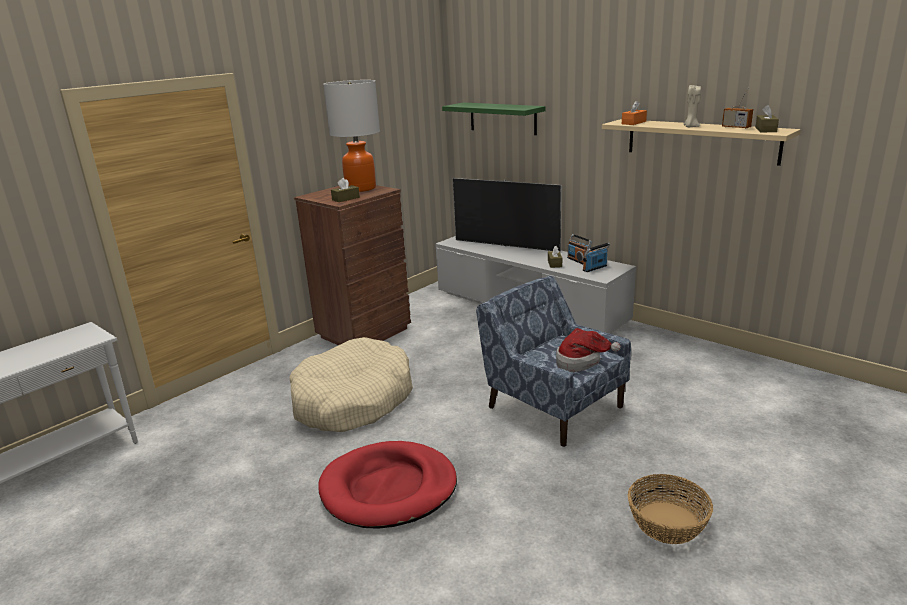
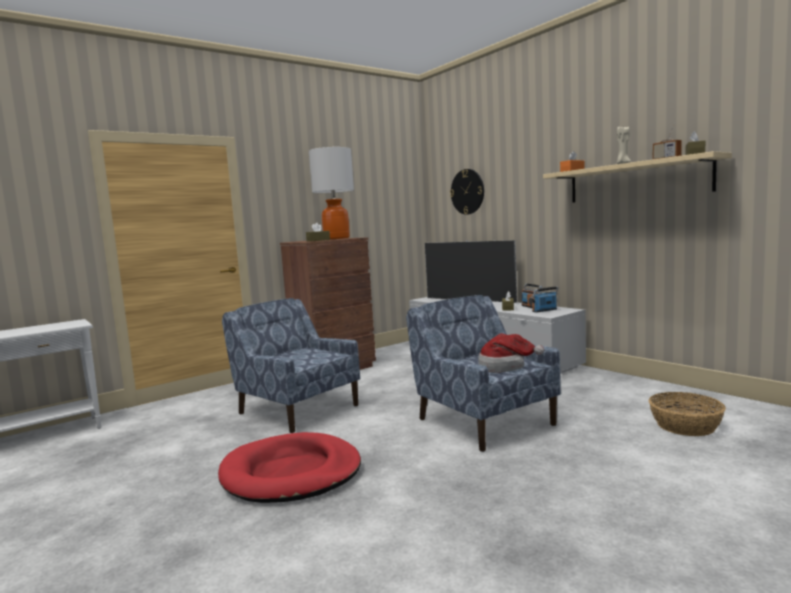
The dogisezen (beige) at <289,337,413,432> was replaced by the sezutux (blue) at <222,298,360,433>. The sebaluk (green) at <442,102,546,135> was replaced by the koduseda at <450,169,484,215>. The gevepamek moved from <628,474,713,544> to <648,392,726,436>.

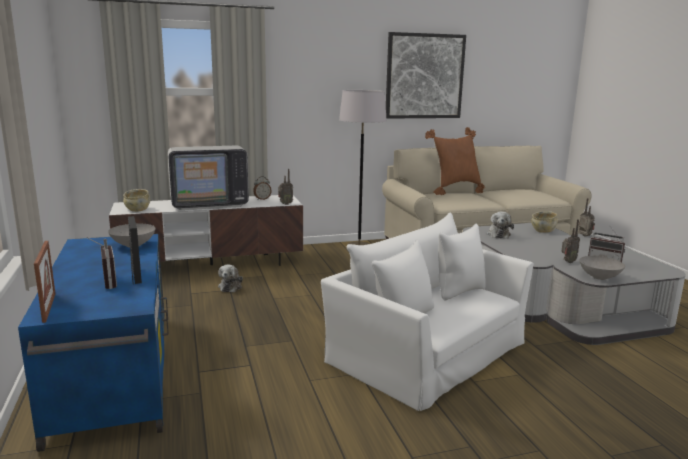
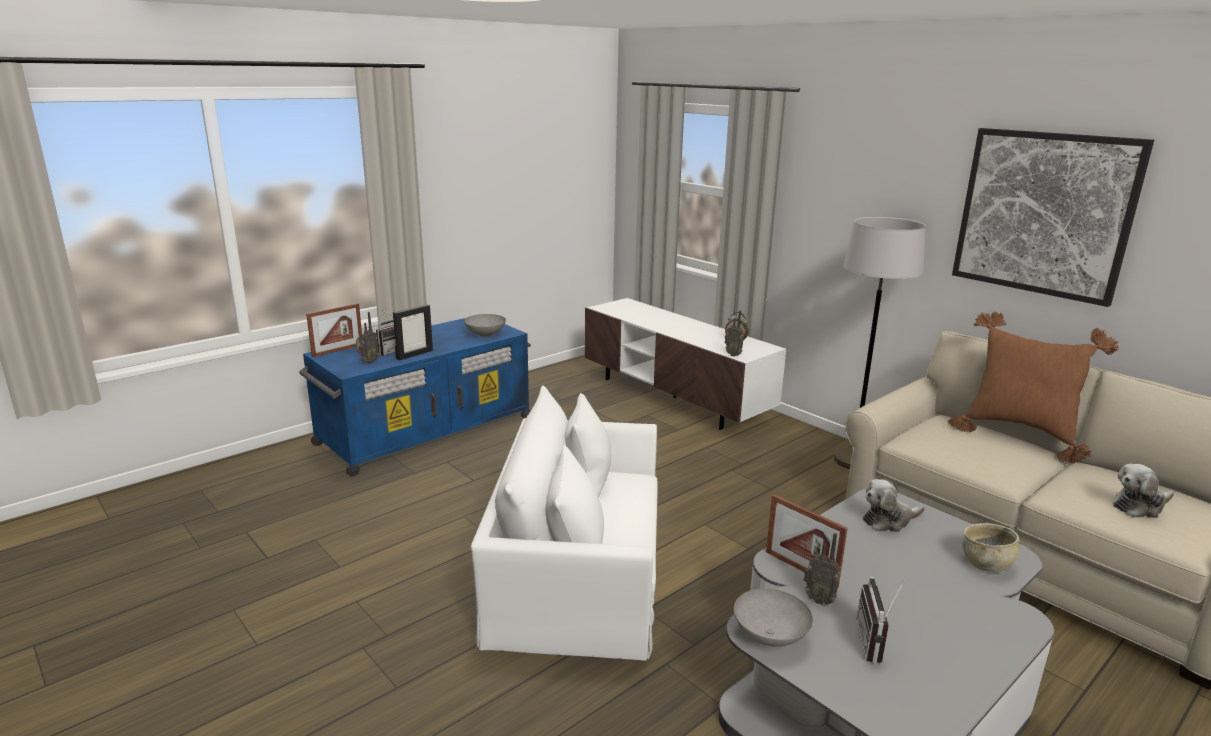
The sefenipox moved from <579,198,595,237> to <356,312,379,364>. The sezutux (white) at <321,213,534,411> turned 105 degrees counterclockwise. The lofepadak at <766,494,848,588> appeared. The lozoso moved from <218,264,243,292> to <1112,464,1174,518>. The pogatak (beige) at <123,189,150,212> disappeared. The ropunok at <168,146,249,210> disappeared.

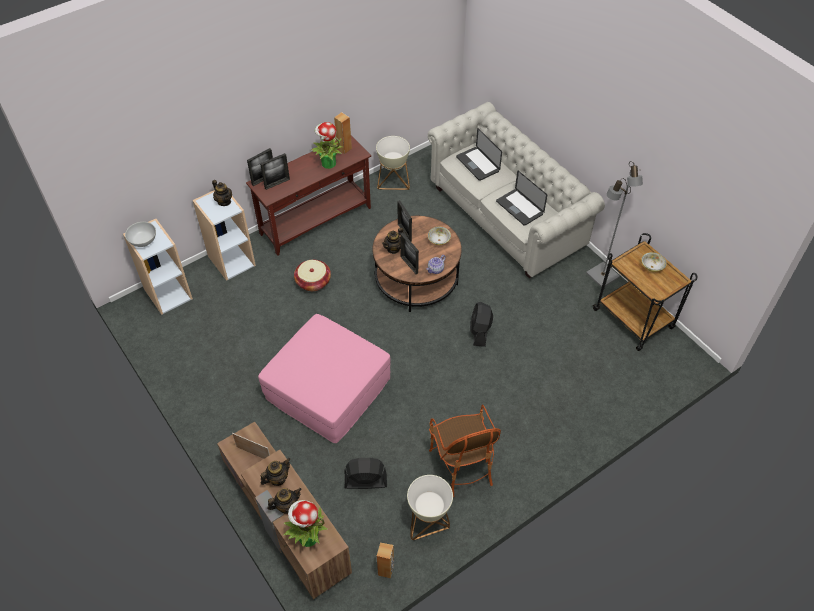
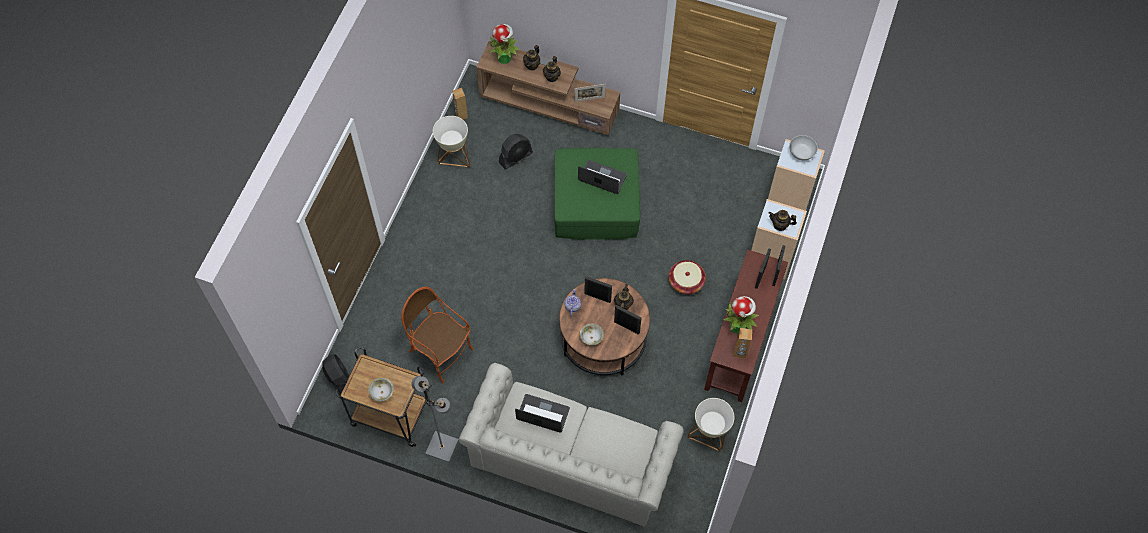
The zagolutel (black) moved from <470,302,493,347> to <323,354,349,396>. The sezutux moved from <429,404,501,497> to <401,287,474,383>. The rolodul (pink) at <258,314,390,443> became the rolodul (green) at <554,148,640,240>. The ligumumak moved from <456,128,502,181> to <578,160,627,194>.

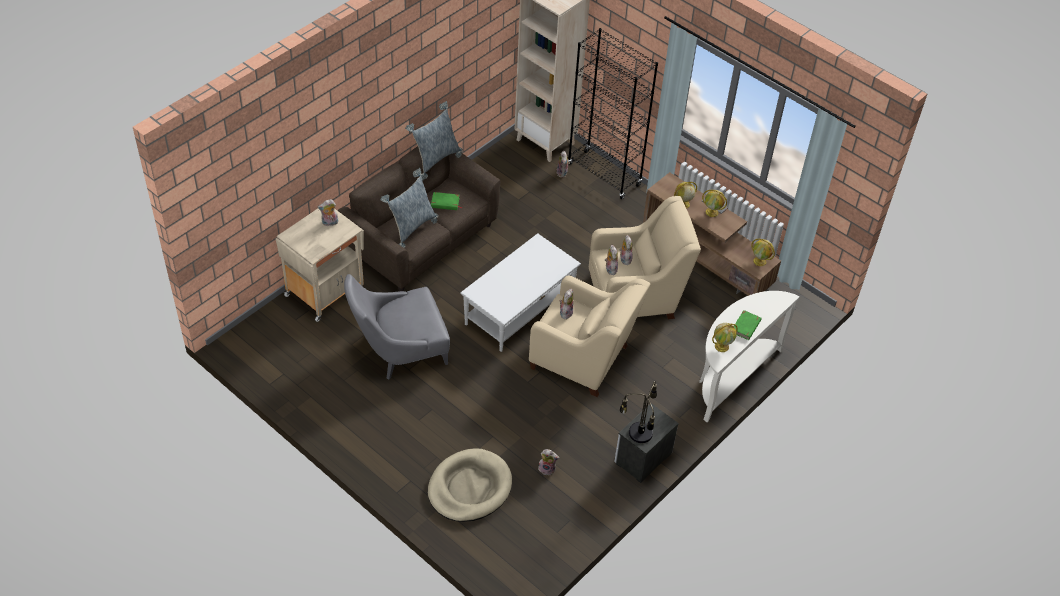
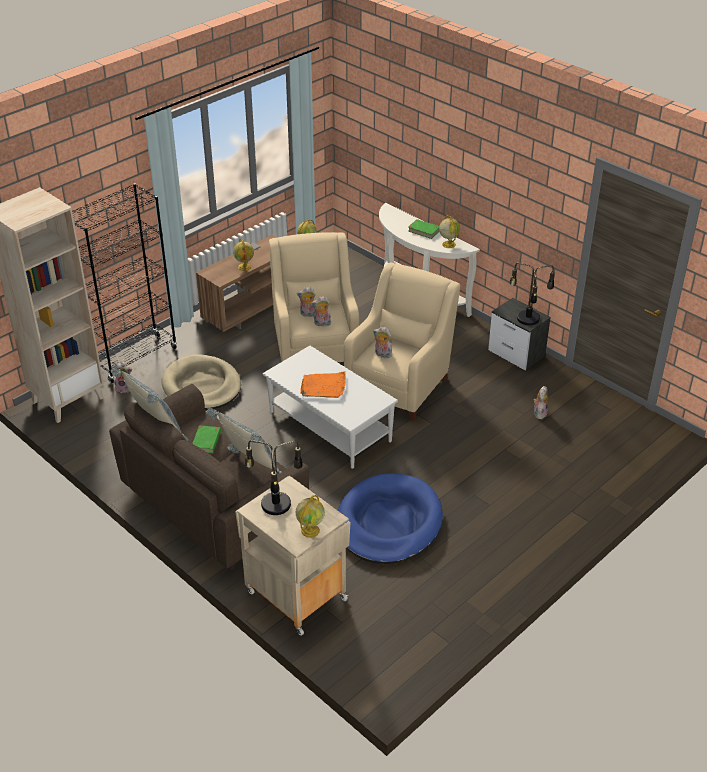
The dogisezen (beige) moved from <428,448,512,522> to <162,354,241,410>. The lozoso at <317,199,339,226> was replaced by the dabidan at <245,440,303,515>. The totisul moved from <702,190,727,217> to <296,495,325,538>. The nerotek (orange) at <300,371,346,398> appeared. The sezutux (grey) at <344,274,450,379> was replaced by the dogisezen (blue) at <338,473,443,564>.

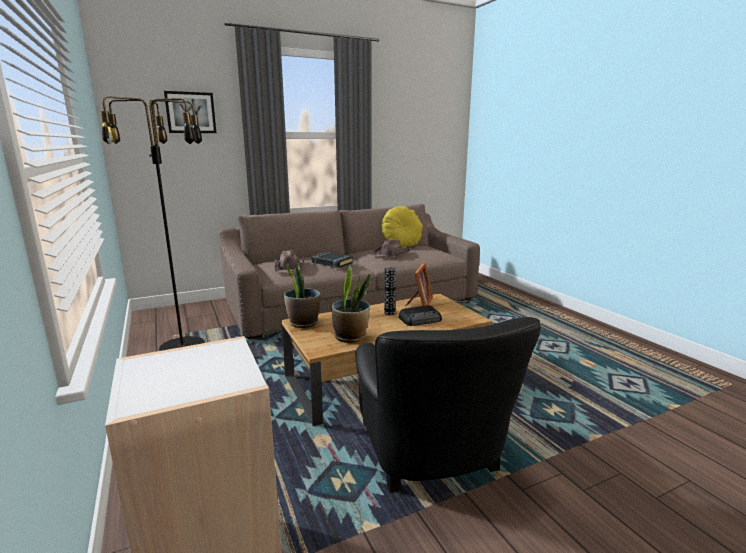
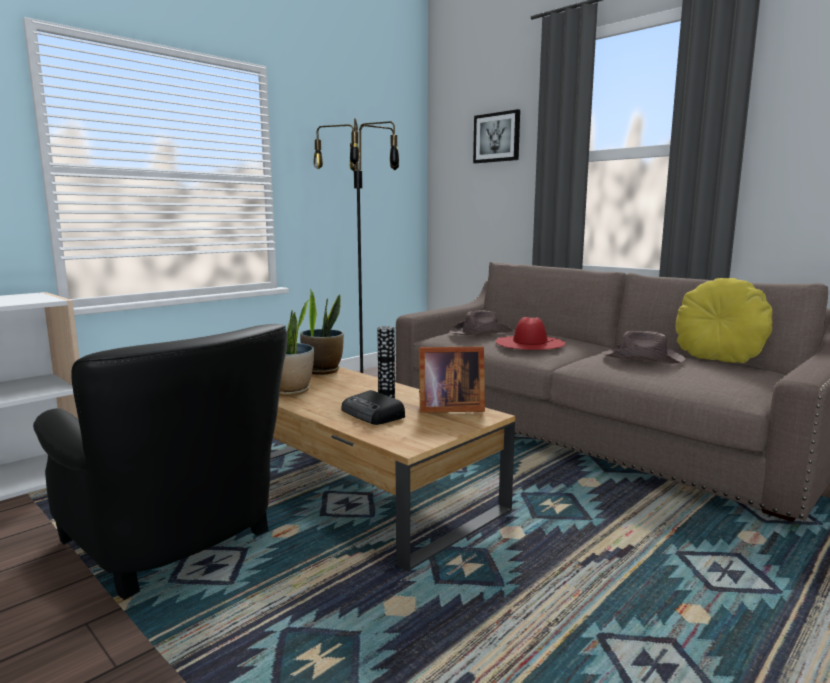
The sezutux (black) at <355,317,541,493> turned 105 degrees counterclockwise. The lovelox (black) at <311,252,353,268> was replaced by the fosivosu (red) at <496,317,565,350>.

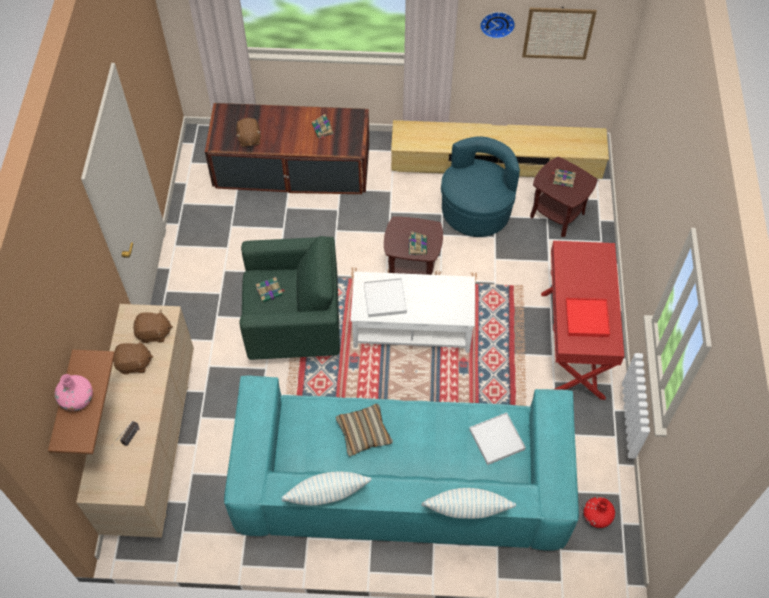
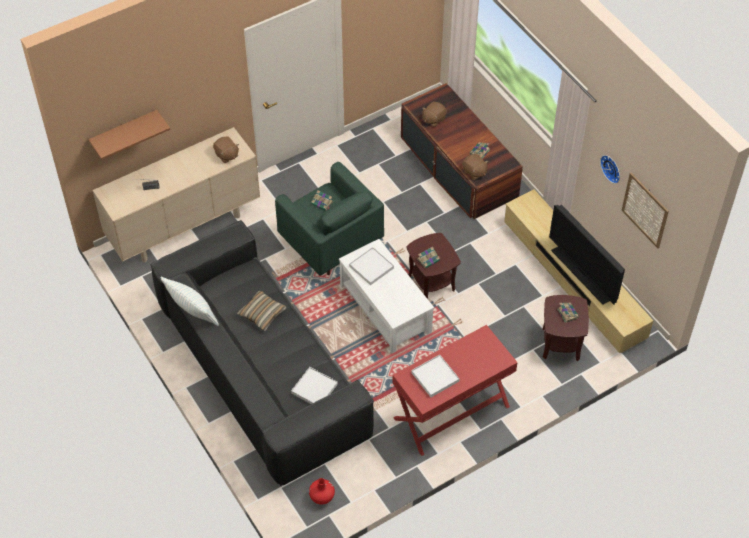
The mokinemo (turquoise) at <224,375,579,551> became the mokinemo (black) at <150,220,374,486>. The nerotek (red) at <565,298,610,337> became the nerotek (white) at <411,355,459,397>. The lozoso (brown) moved from <113,339,153,374> to <462,154,488,180>. The ropunok at <549,205,625,305> appeared. The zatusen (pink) at <55,374,93,411> disappeared. The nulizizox at <421,488,516,519> disappeared. The sezutux (turquoise) at <441,136,520,237> disappeared.

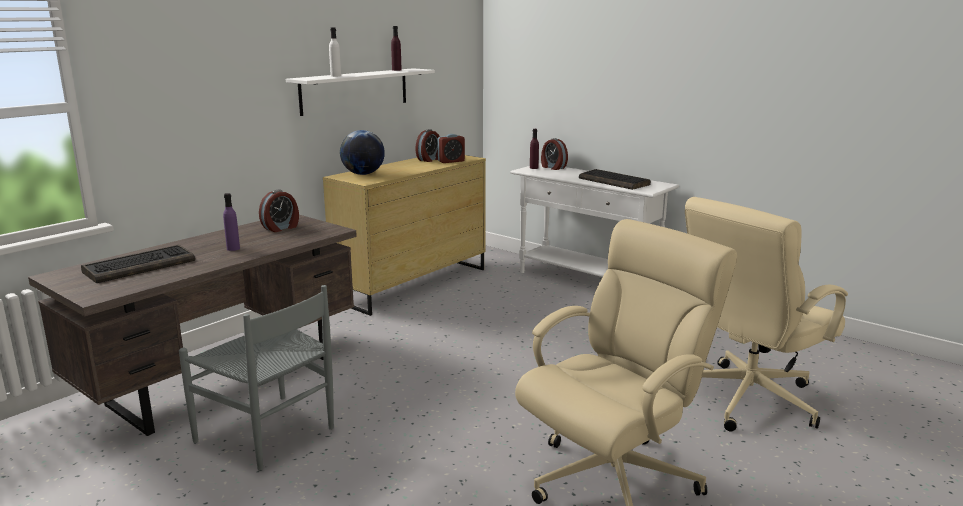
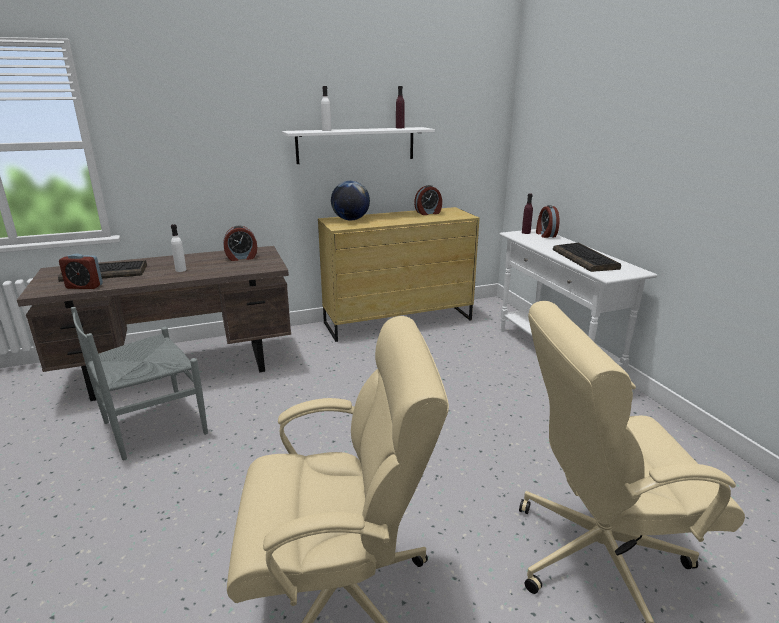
The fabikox moved from <438,134,465,163> to <59,254,103,289>. The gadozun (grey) at <179,285,334,470> turned 75 degrees clockwise. The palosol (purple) at <223,193,240,251> became the palosol (white) at <171,224,186,272>.

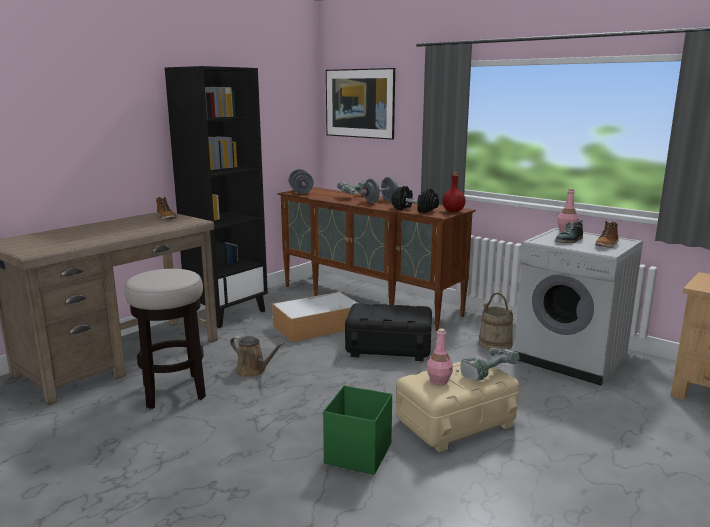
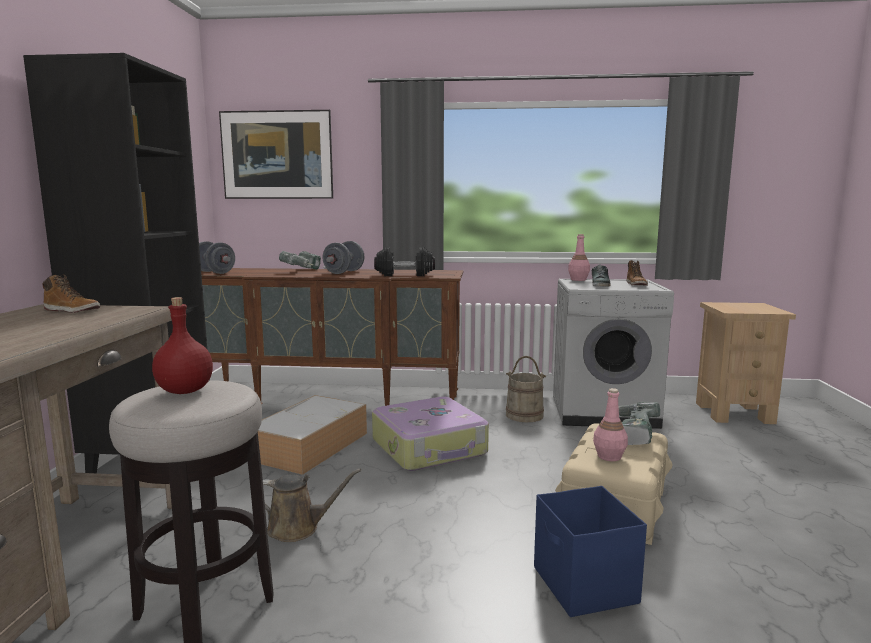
The palosol (red) moved from <443,172,466,212> to <152,297,213,394>. The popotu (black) at <345,303,432,361> was replaced by the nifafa at <372,397,489,471>. The popotu (green) at <323,385,392,475> became the popotu (blue) at <534,486,647,617>.

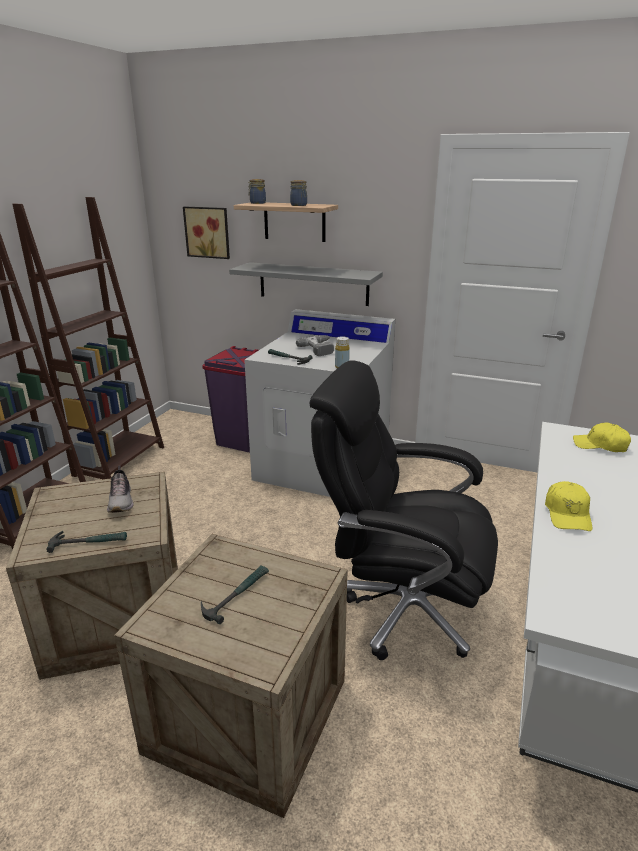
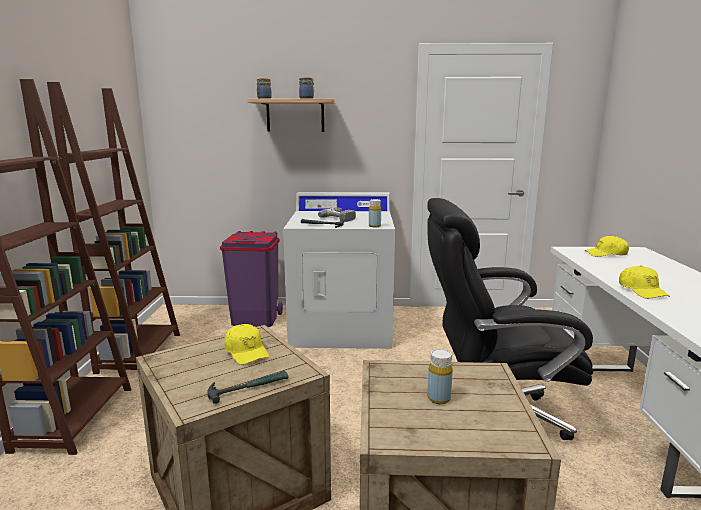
The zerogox at <107,465,133,513> was replaced by the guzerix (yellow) at <224,324,269,365>. The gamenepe at <201,565,269,624> was replaced by the palosol (yellow) at <427,349,453,404>. The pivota at <183,206,230,259> disappeared. The sebaluk (grey) at <229,262,383,306> disappeared.

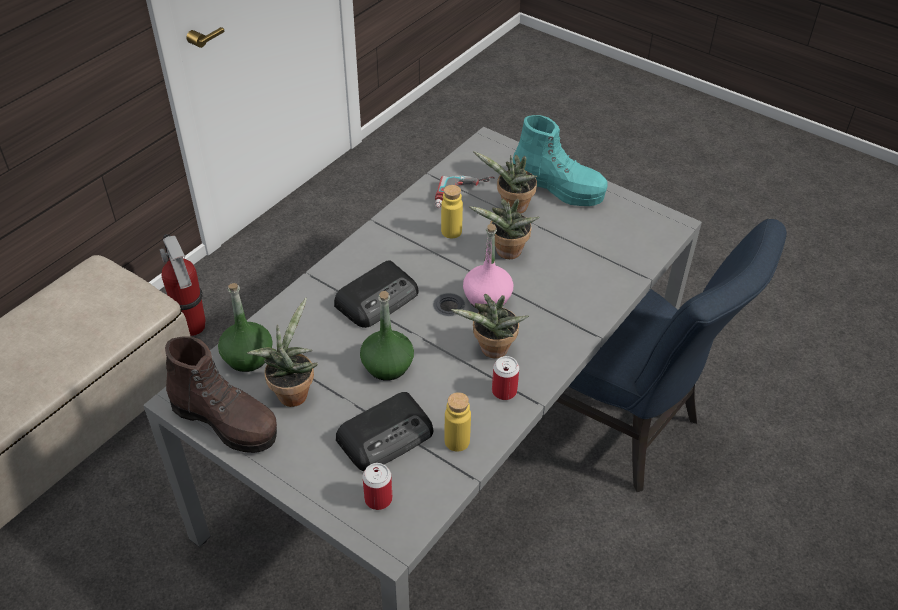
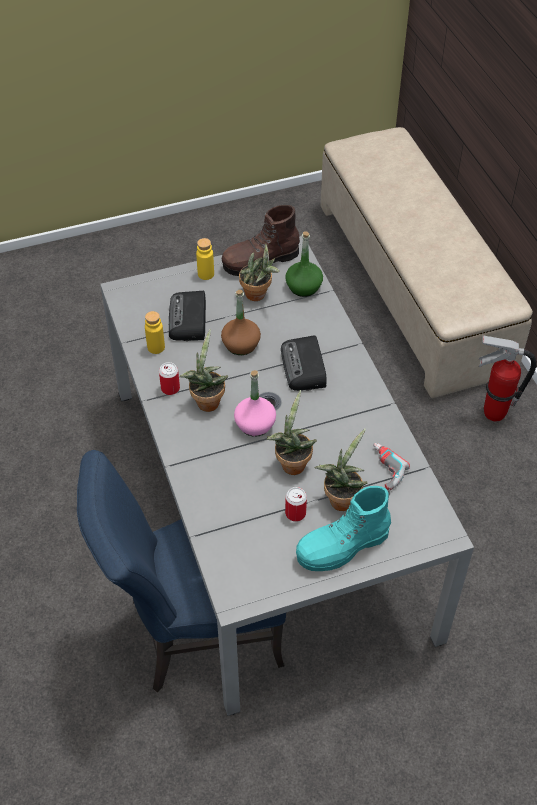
The palosol (yellow) moved from <441,185,463,238> to <196,238,214,280>. The palosol (green) at <360,291,414,380> became the palosol (brown) at <221,290,261,355>. The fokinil moved from <363,463,393,510> to <285,487,307,522>.

